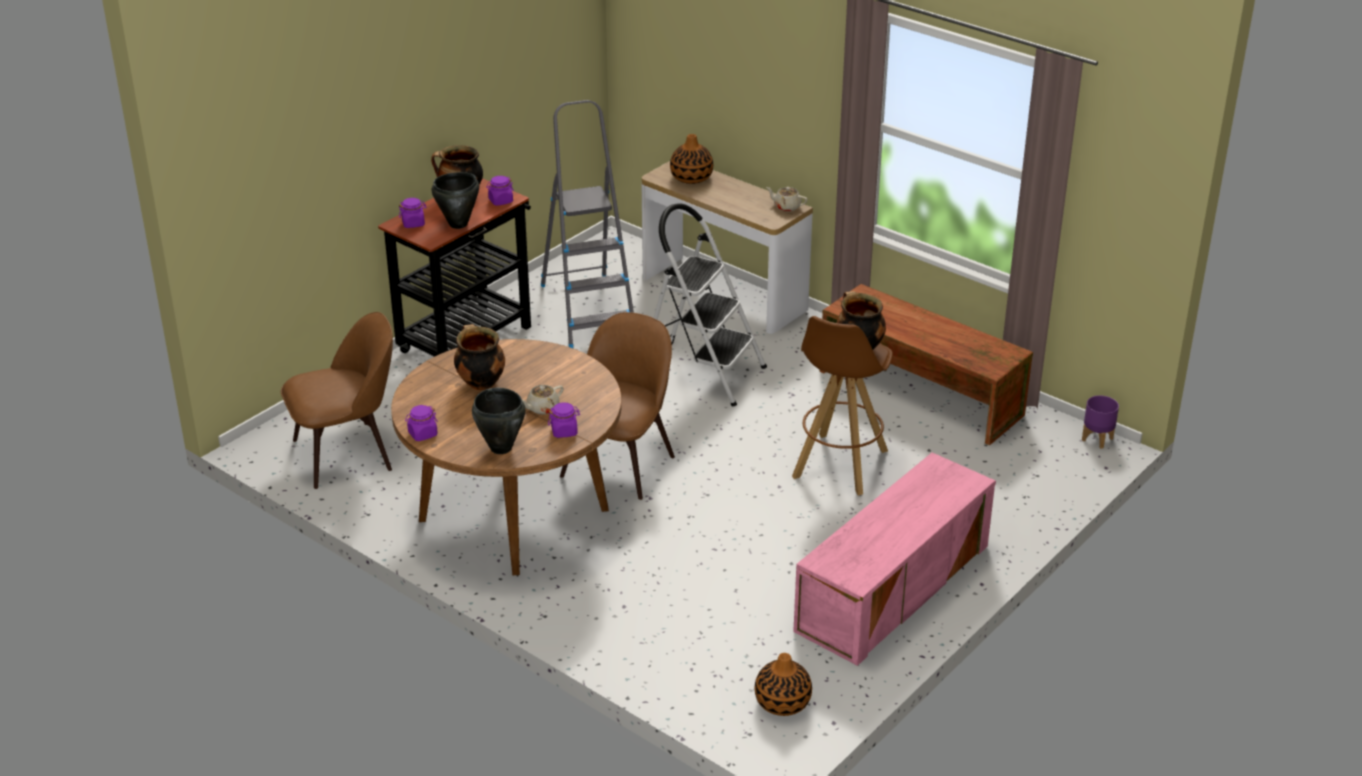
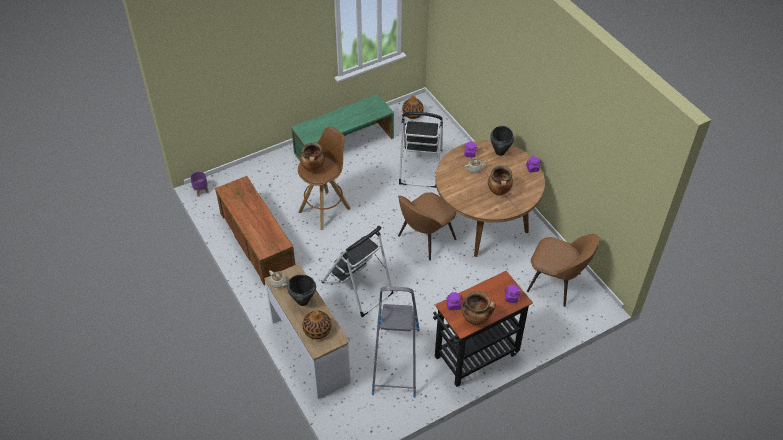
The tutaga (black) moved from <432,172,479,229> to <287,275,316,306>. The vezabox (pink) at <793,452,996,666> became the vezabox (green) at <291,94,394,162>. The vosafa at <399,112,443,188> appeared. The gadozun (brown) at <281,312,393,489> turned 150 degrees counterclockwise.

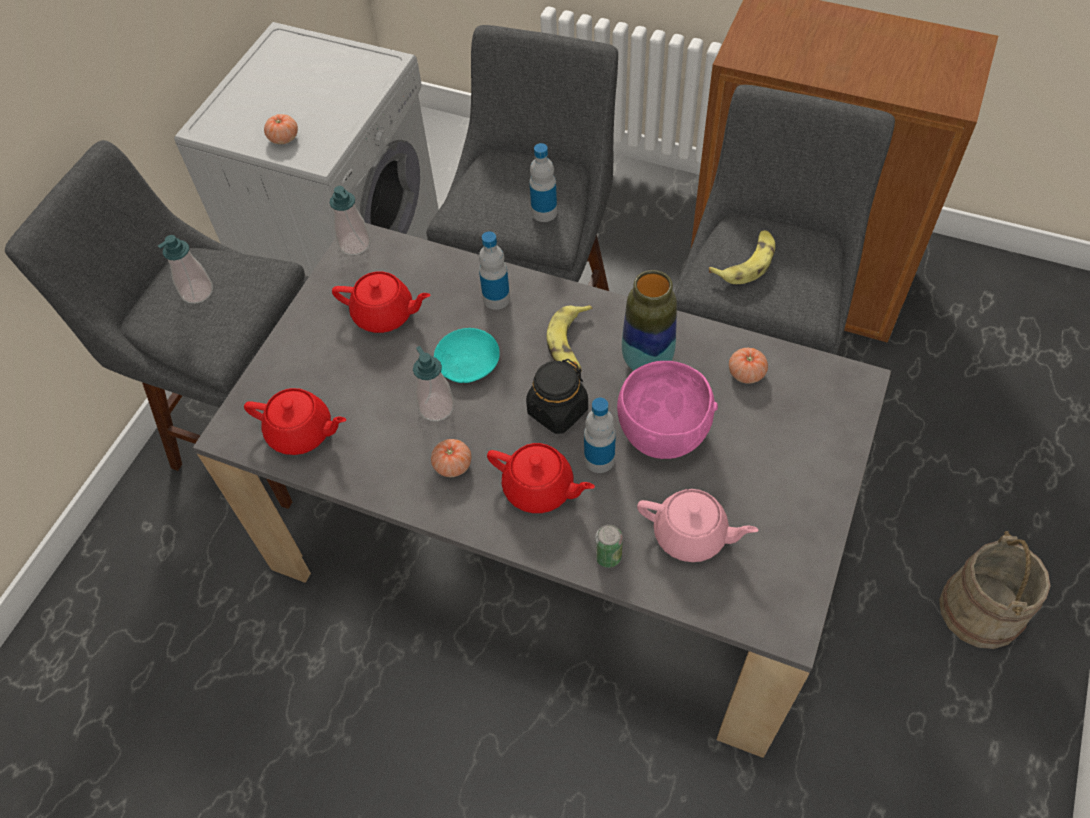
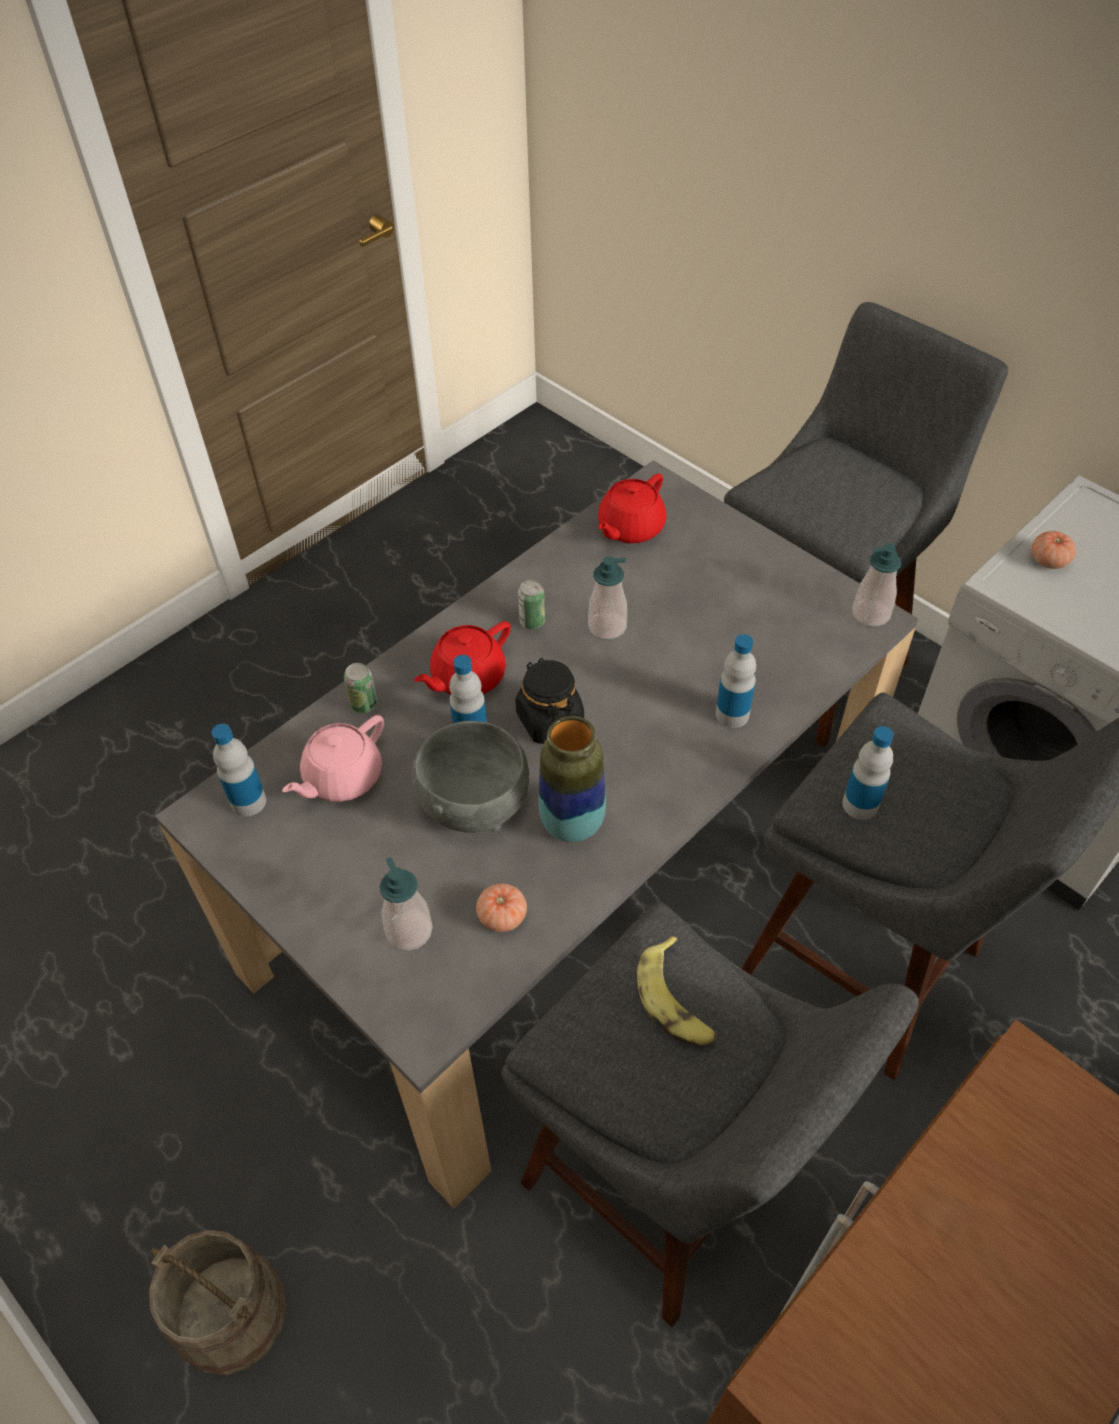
The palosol at <212,724,266,817> appeared. The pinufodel moved from <158,235,213,304> to <380,857,433,951>. The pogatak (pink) at <617,361,718,459> became the pogatak (grey) at <412,721,529,833>. The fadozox at <431,439,471,477> was replaced by the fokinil at <518,580,545,629>. The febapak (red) at <332,271,431,333> disappeared. The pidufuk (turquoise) at <434,328,500,383> disappeared. The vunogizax at <547,305,593,372> disappeared.

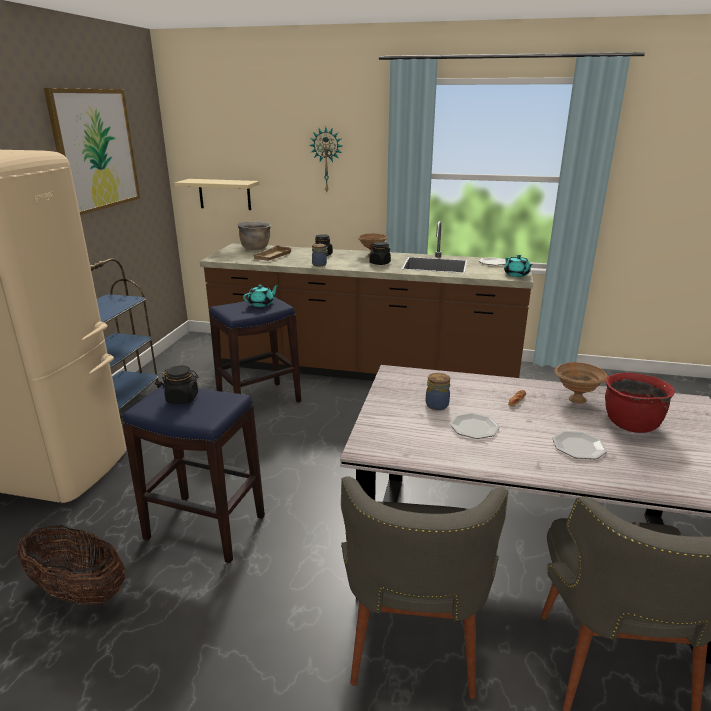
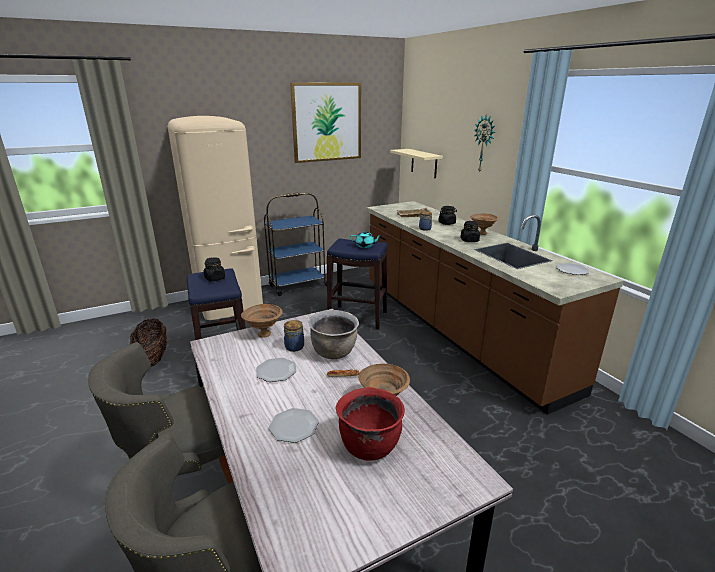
The pogatak (brown) at <241,304,283,338> appeared. The tutaga (brown) moved from <237,222,271,250> to <309,310,359,359>. The febapak (turquoise) at <504,255,533,277> disappeared.

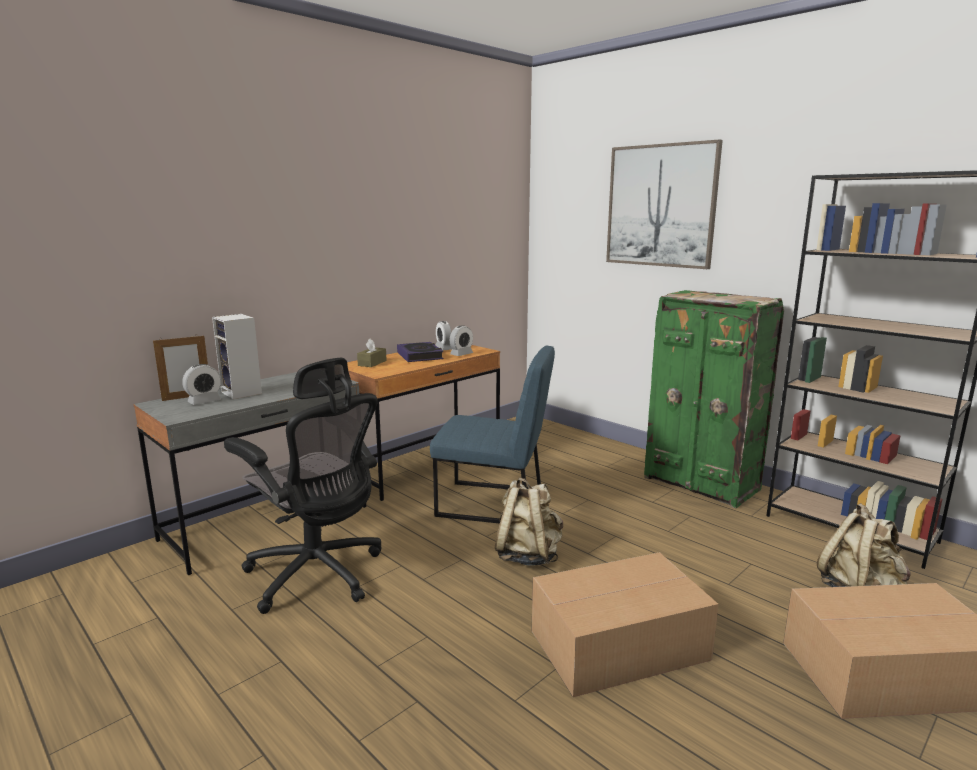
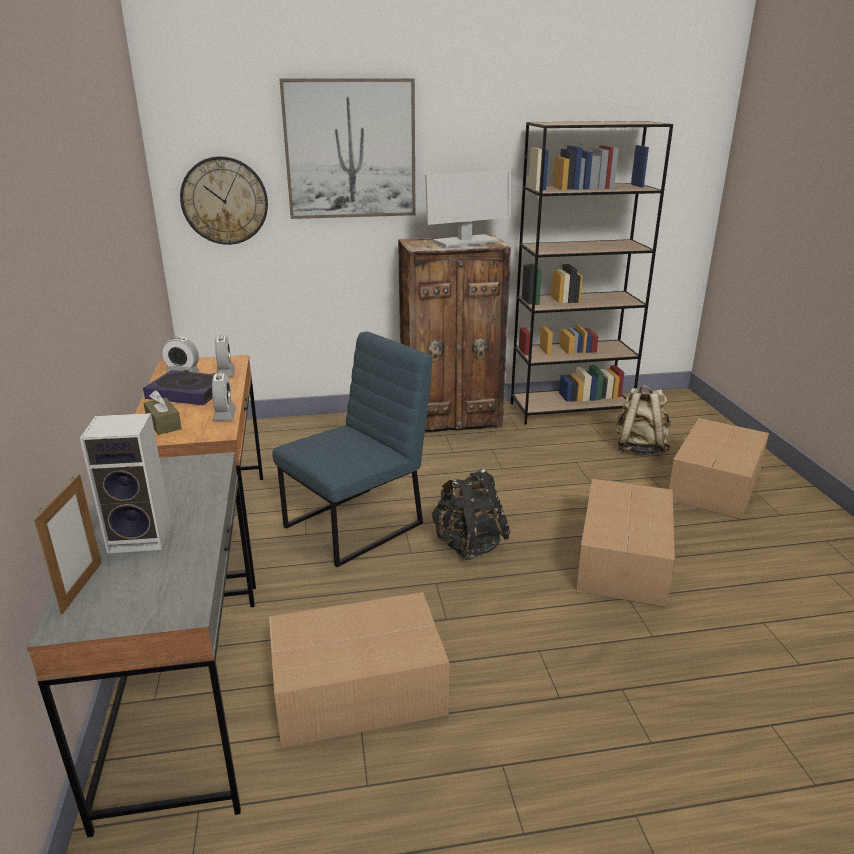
The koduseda at <180,156,268,245> appeared. The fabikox moved from <182,364,221,405> to <212,373,236,421>. The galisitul at <224,358,381,614> was replaced by the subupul at <269,592,449,748>. The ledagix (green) at <644,290,784,508> became the ledagix (brown) at <398,235,511,433>. The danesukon at <425,170,511,247> appeared. The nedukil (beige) at <495,477,563,566> became the nedukil (black) at <432,469,511,560>.

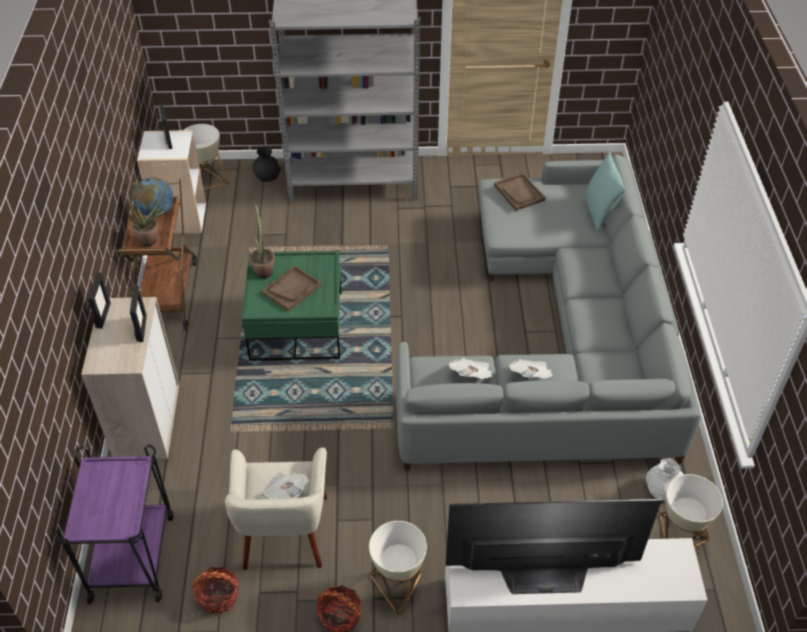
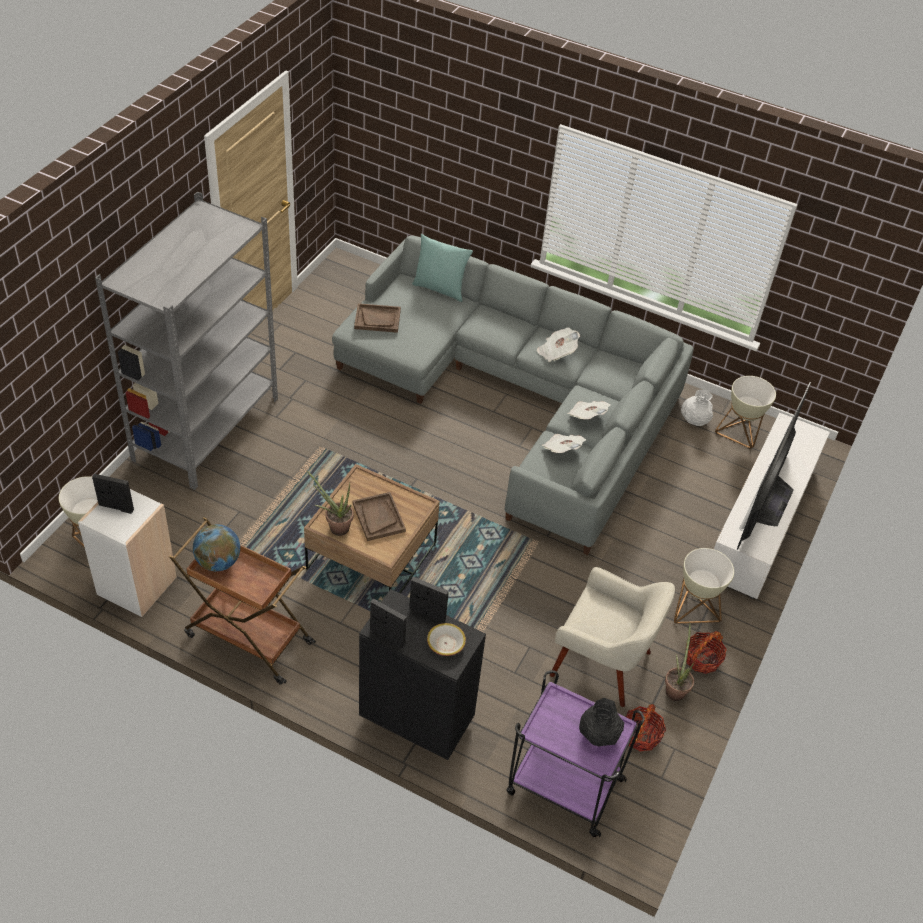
The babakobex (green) at <242,251,341,361> became the babakobex (brown) at <304,464,440,594>. The ledagix (beige) at <81,297,179,459> became the ledagix (black) at <359,589,486,760>. The pogatak at <427,623,466,656> appeared. The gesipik moved from <260,472,309,499> to <537,328,580,362>. The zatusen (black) moved from <253,146,281,182> to <579,698,624,746>. The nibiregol moved from <127,182,168,247> to <665,623,694,701>.

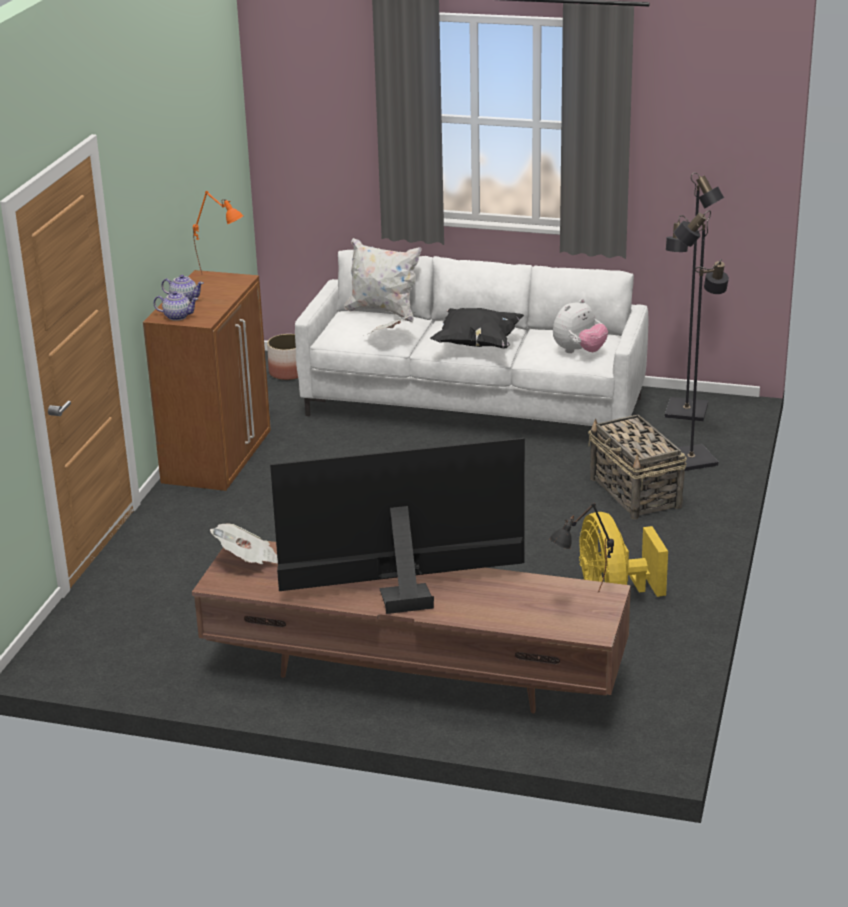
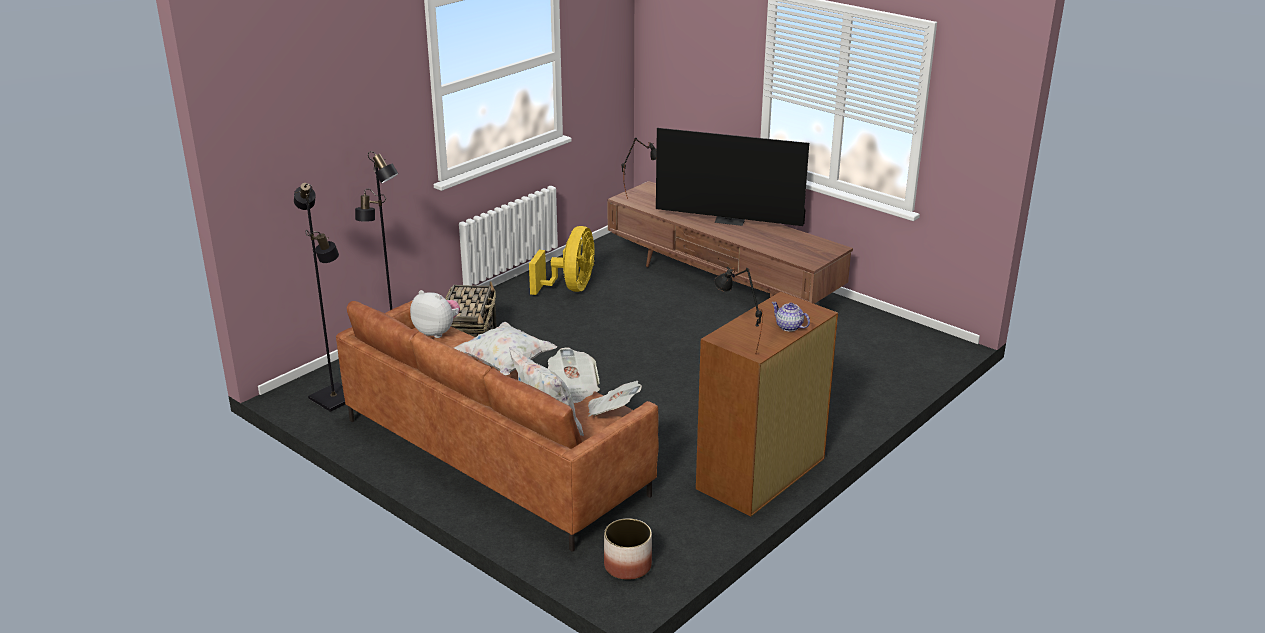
The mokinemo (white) at <295,250,648,426> became the mokinemo (brown) at <336,300,659,552>. The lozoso at <553,299,608,353> turned 45 degrees clockwise. The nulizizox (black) at <430,308,524,349> became the nulizizox (white) at <454,322,557,375>. The gesipik moved from <210,523,278,564> to <588,381,642,417>. The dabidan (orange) at <193,191,243,273> became the dabidan (black) at <714,267,763,355>. The febapak at <154,291,198,321> disappeared.

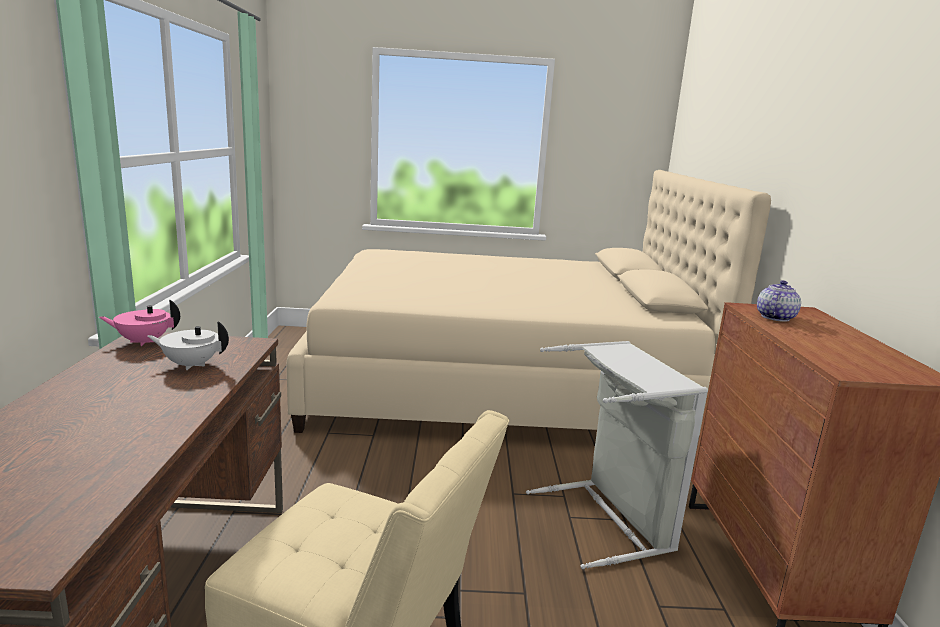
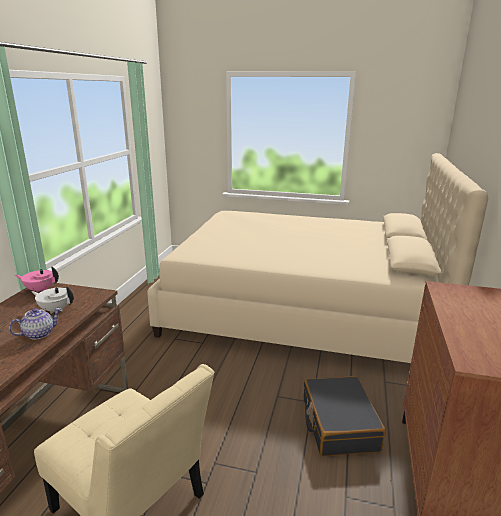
The febapak moved from <757,280,801,322> to <9,308,61,340>. The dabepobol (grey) at <526,341,708,569> was replaced by the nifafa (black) at <304,376,386,456>.

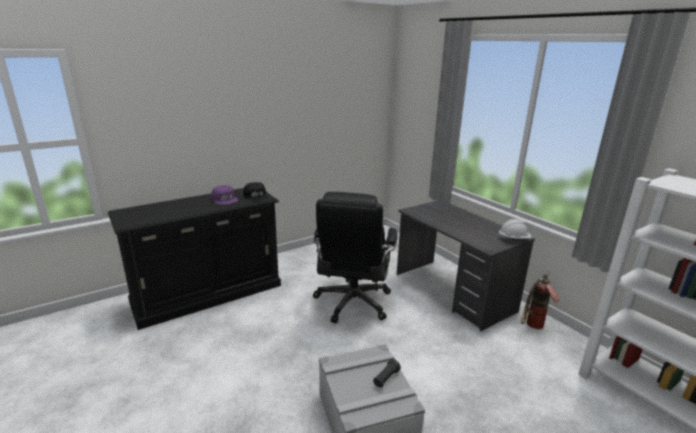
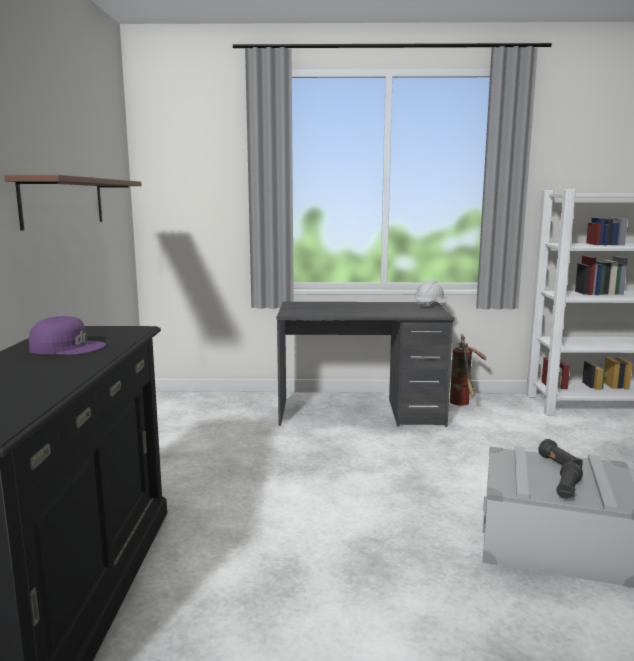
The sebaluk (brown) at <4,175,141,230> appeared. The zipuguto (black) at <556,462,583,499> appeared. The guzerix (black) at <243,182,268,201> disappeared. The galisitul (black) at <313,192,398,323> disappeared.

